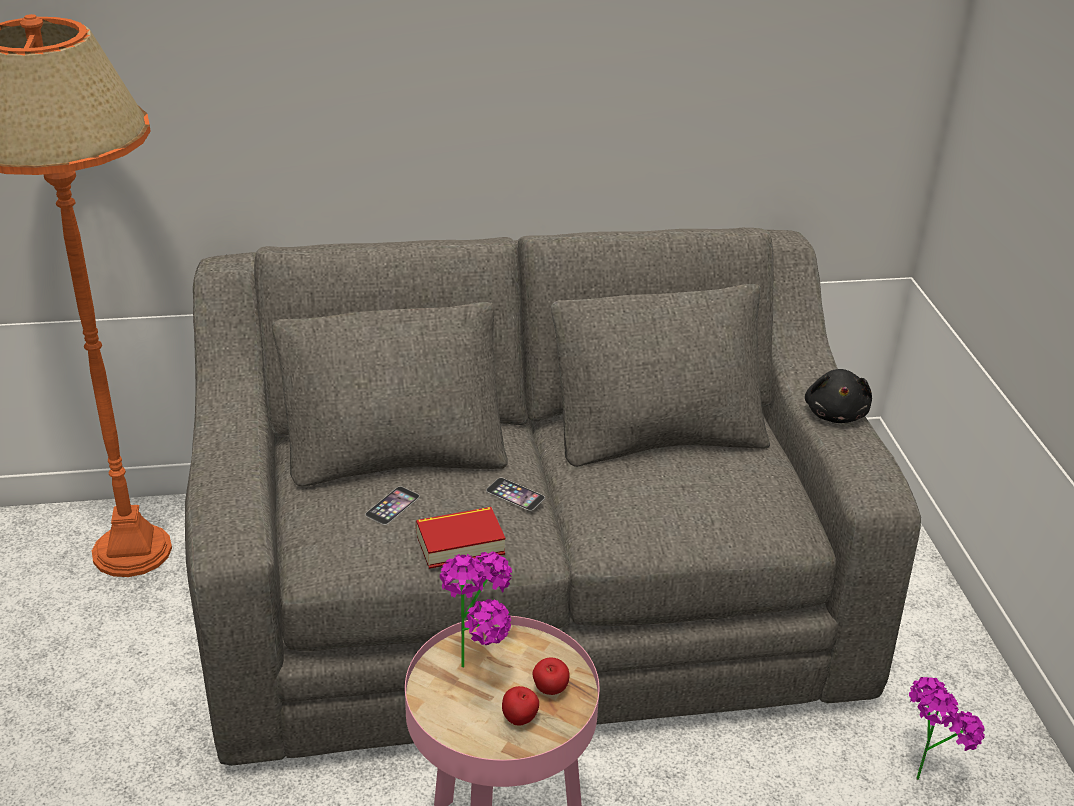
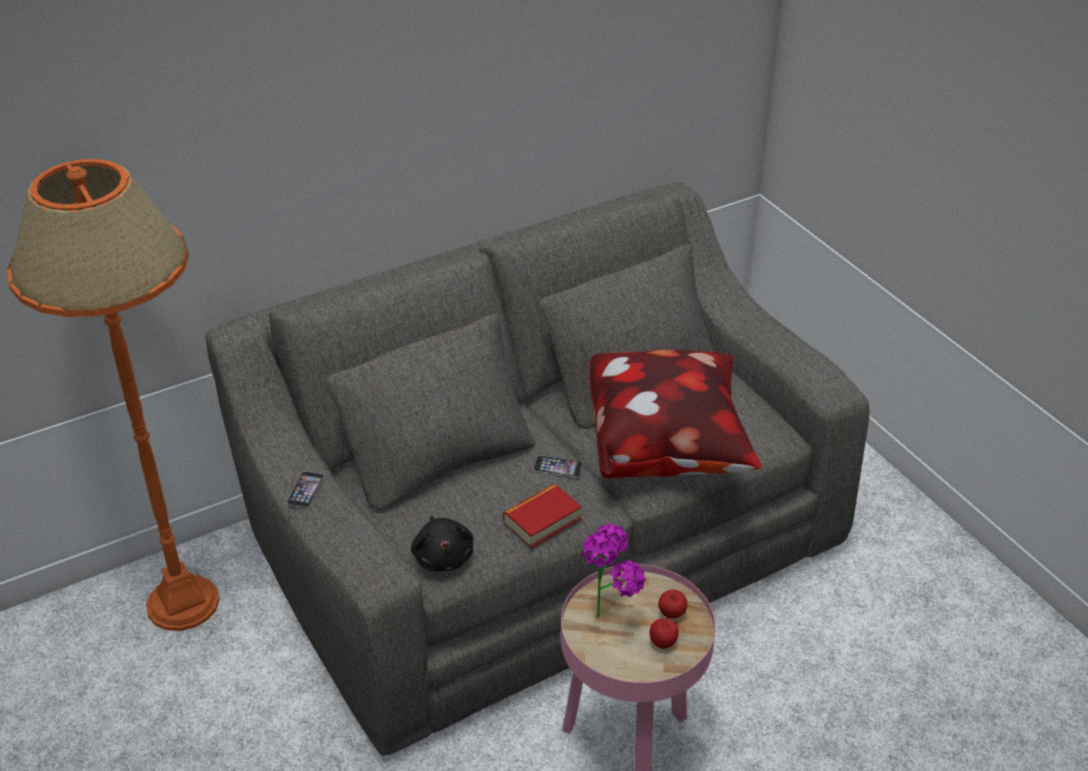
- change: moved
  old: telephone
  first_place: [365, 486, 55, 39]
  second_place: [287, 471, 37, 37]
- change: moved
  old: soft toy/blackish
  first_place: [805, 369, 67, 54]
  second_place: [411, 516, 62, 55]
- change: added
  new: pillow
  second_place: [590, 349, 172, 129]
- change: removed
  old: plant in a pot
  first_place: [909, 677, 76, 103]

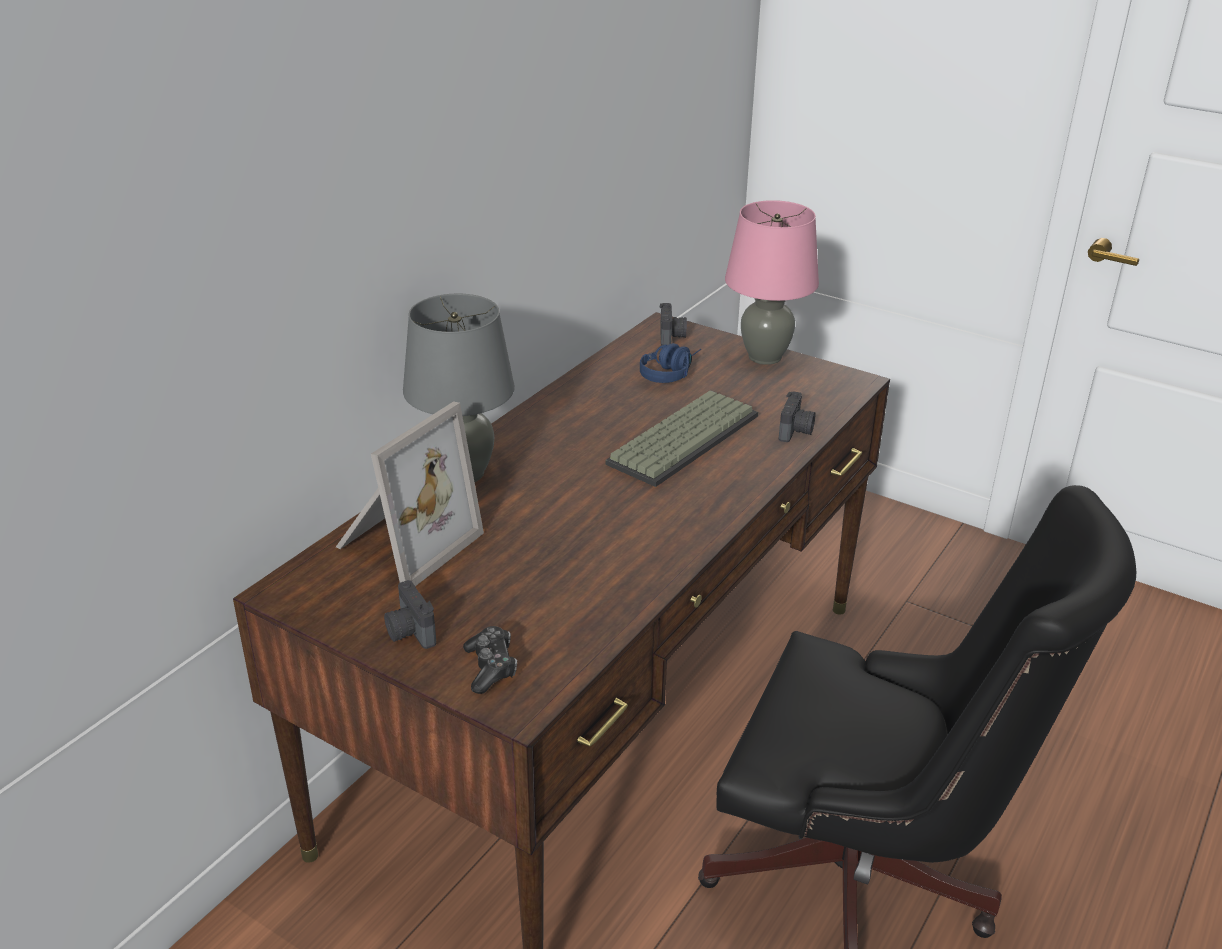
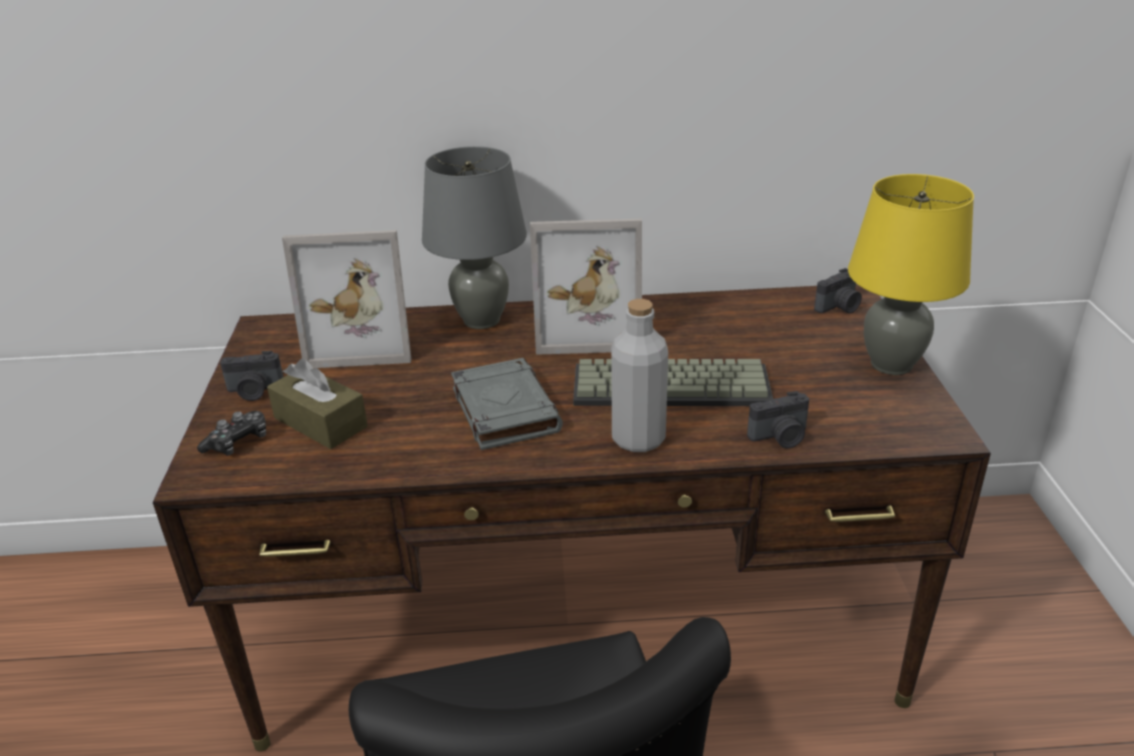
- change: turned
  old: photo camera
  first_place: [384, 580, 52, 69]
  second_place: [220, 351, 63, 50]
  degrees: -120
- change: added
  new: tissue holder/brownish
  second_place: [267, 359, 101, 90]
- change: added
  new: book/greyish
  second_place: [451, 358, 112, 92]
- change: added
  new: photo frame
  second_place: [530, 219, 112, 136]
- change: added
  new: bottle/greyish
  second_place: [611, 299, 57, 153]
- change: recoloured
  old: table lamp/pinkish
  new: table lamp/yellow-coloured
  first_place: [725, 200, 94, 165]
  second_place: [848, 174, 126, 201]
- change: removed
  old: pair of headphones/blue
  first_place: [640, 343, 61, 40]

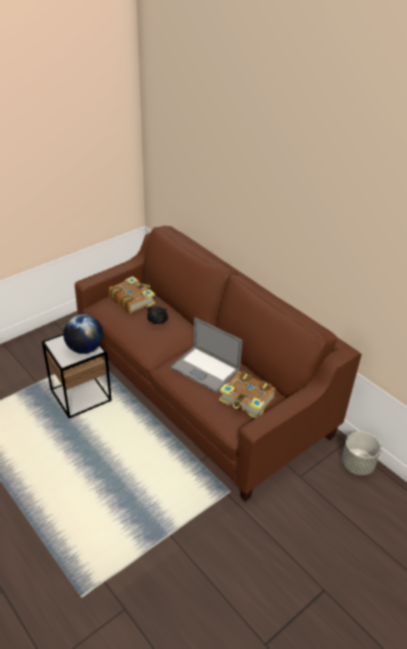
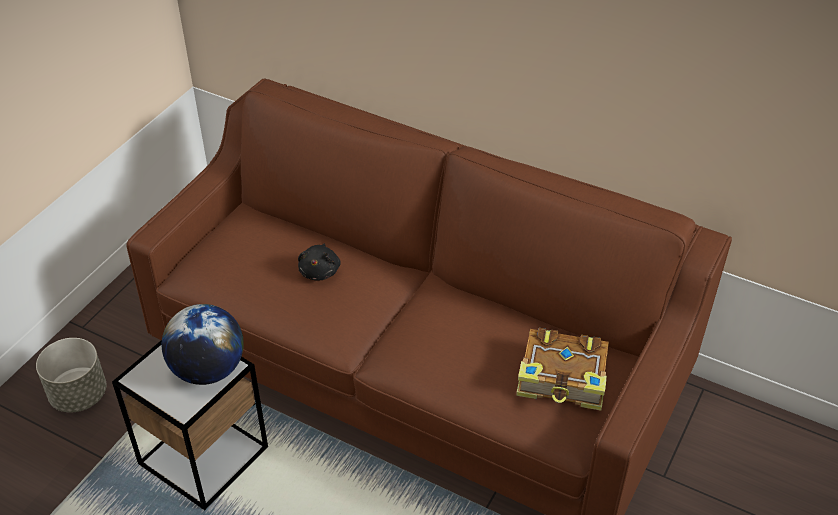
- change: moved
  old: planter/greyish
  first_place: [341, 431, 40, 44]
  second_place: [36, 338, 70, 74]
- change: removed
  old: book
  first_place: [109, 276, 46, 38]
- change: removed
  old: portable computer
  first_place: [171, 318, 71, 75]

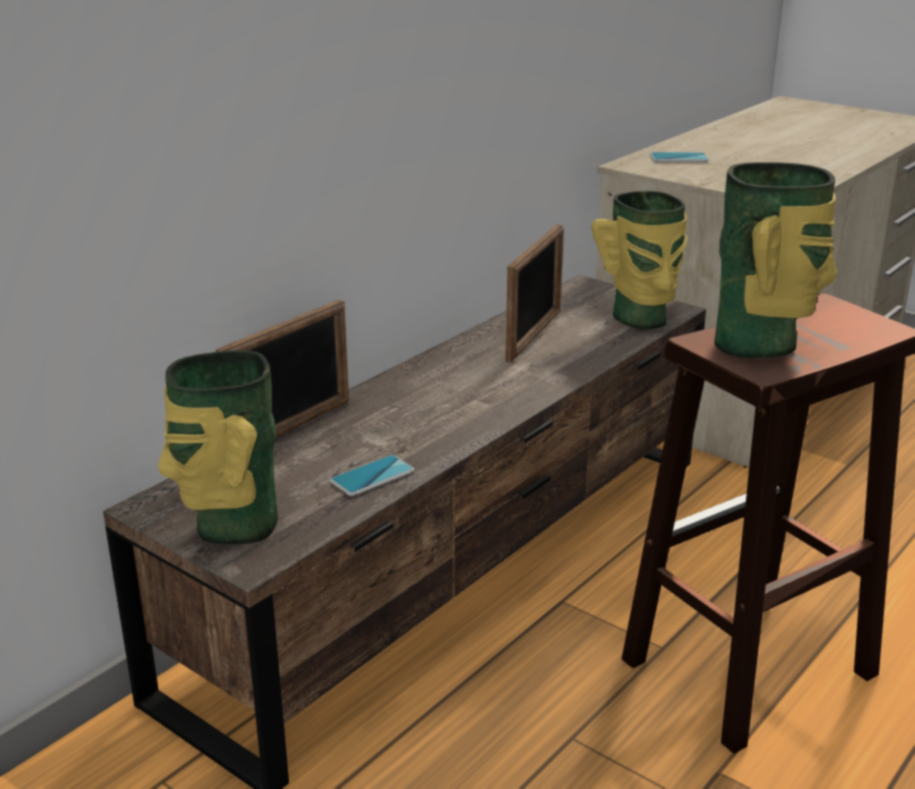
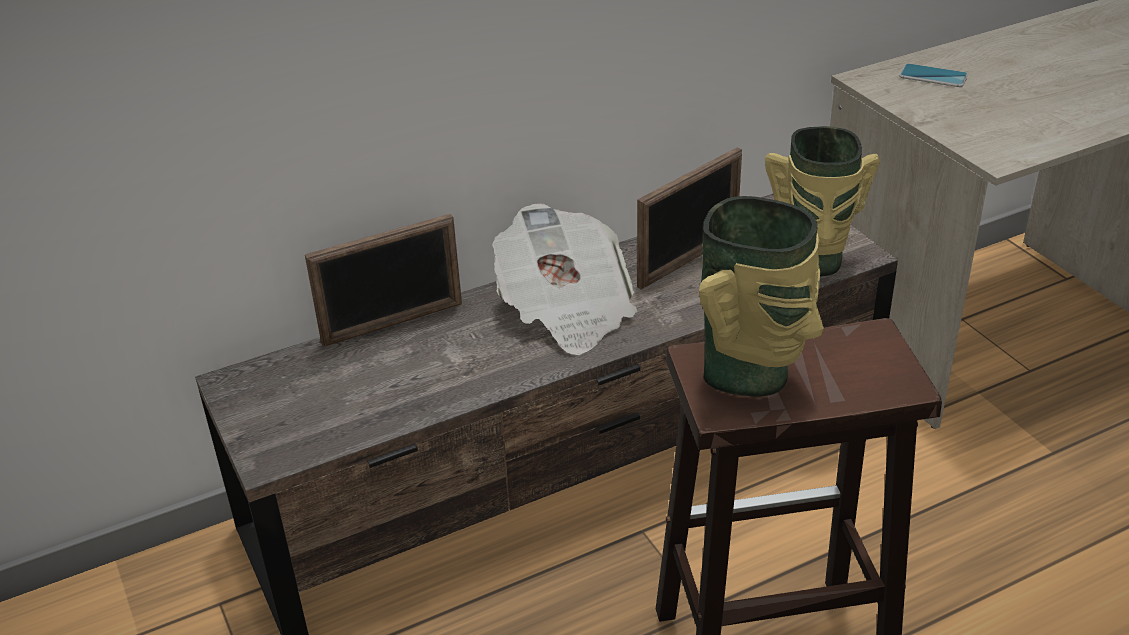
- change: added
  new: printed paper
  second_place: [493, 203, 144, 152]
- change: removed
  old: flower vase
  first_place: [158, 350, 120, 194]
- change: removed
  old: telephone
  first_place: [330, 455, 84, 41]

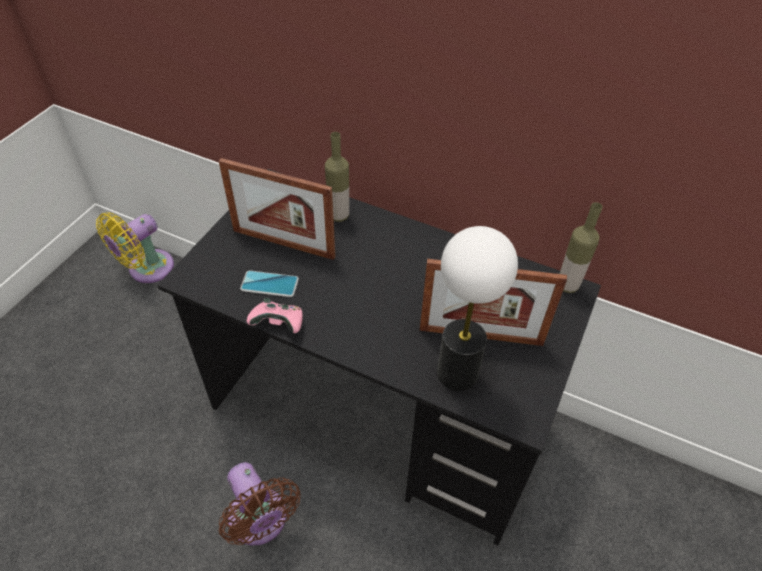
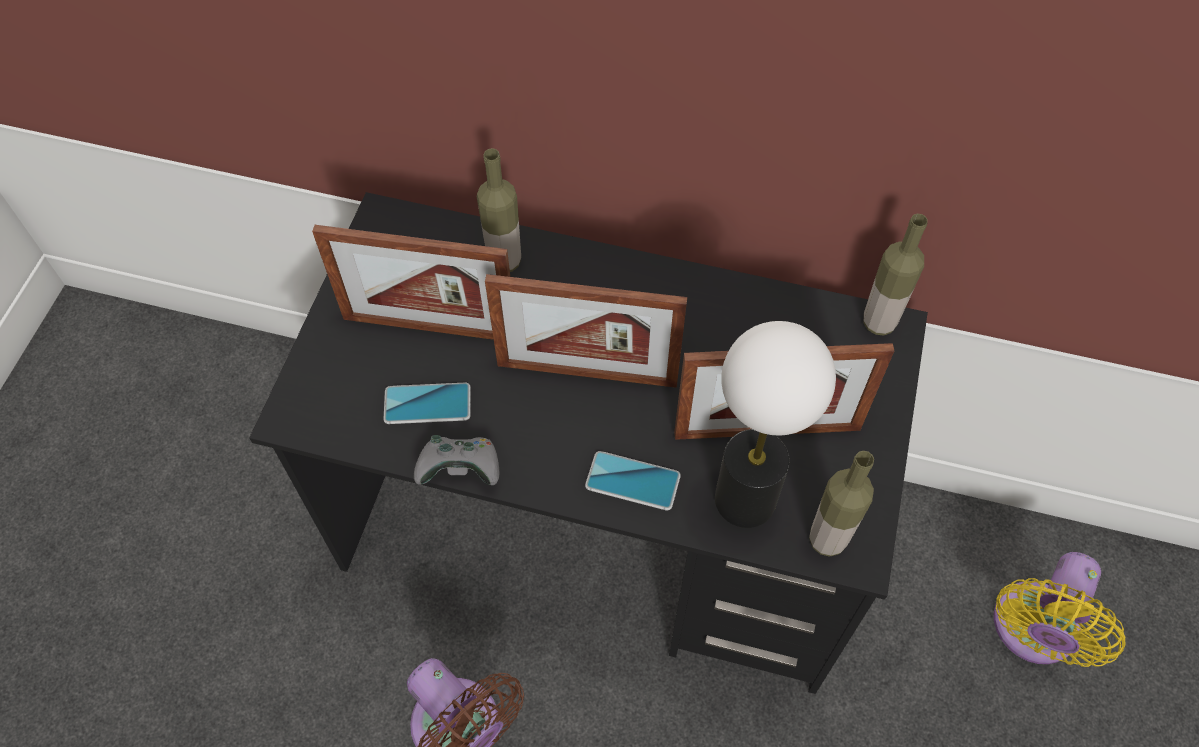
- change: recoloured
  old: joypad/pinkish
  new: joypad/greyish
  first_place: [247, 298, 56, 35]
  second_place: [414, 435, 86, 50]
- change: added
  new: photo frame
  second_place: [485, 274, 202, 114]
- change: added
  new: telephone
  second_place: [585, 451, 96, 59]
- change: added
  new: bottle
  second_place: [809, 451, 65, 106]
- change: moved
  old: electric fan/yellow-coloured
  first_place: [96, 212, 78, 71]
  second_place: [994, 552, 131, 115]

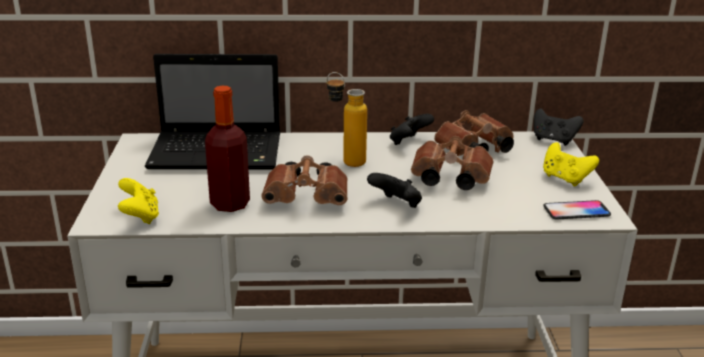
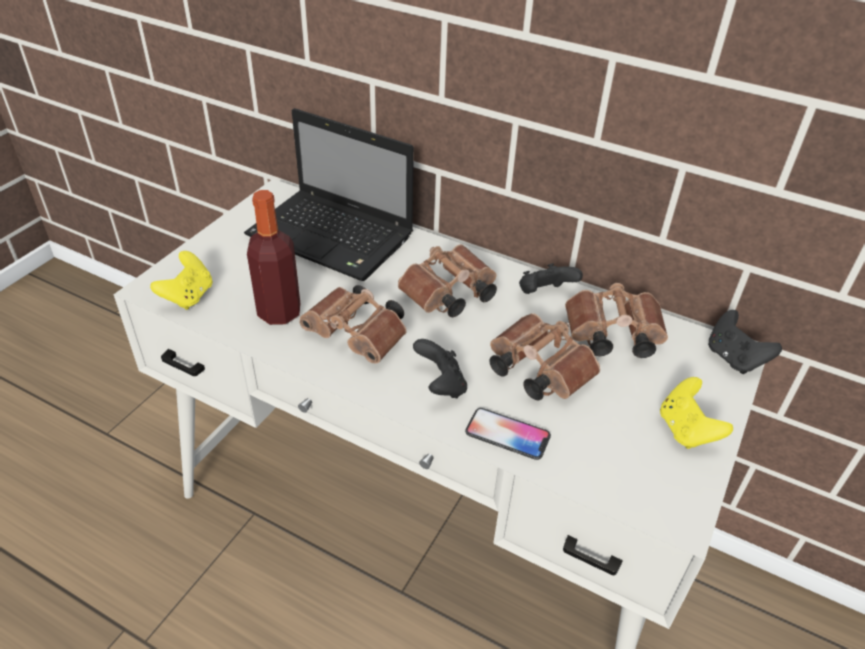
- change: replaced
  old: bottle
  new: pair of binoculars/brownish
  first_place: [327, 72, 40, 95]
  second_place: [398, 244, 99, 73]
- change: moved
  old: telephone
  first_place: [543, 200, 68, 20]
  second_place: [465, 408, 86, 52]

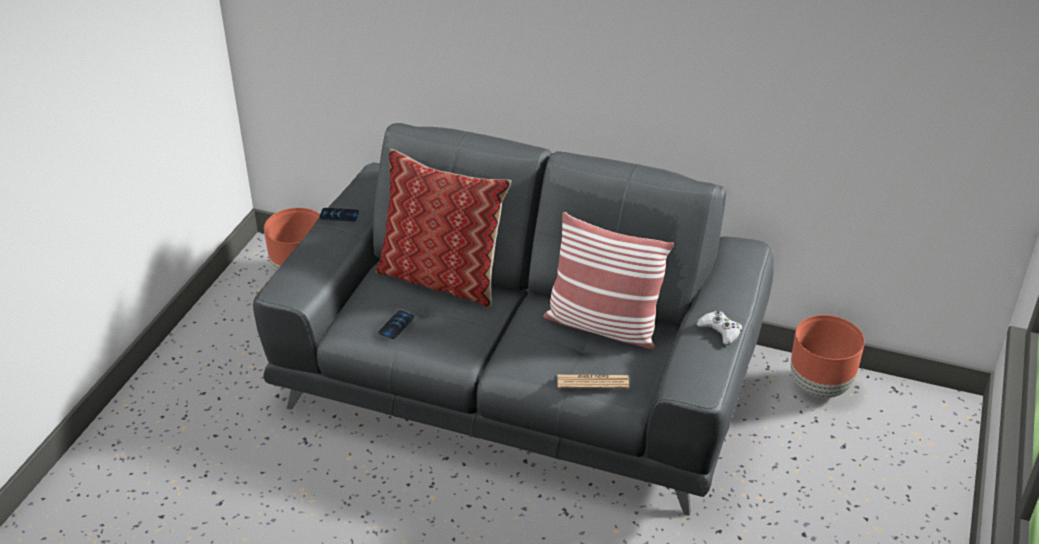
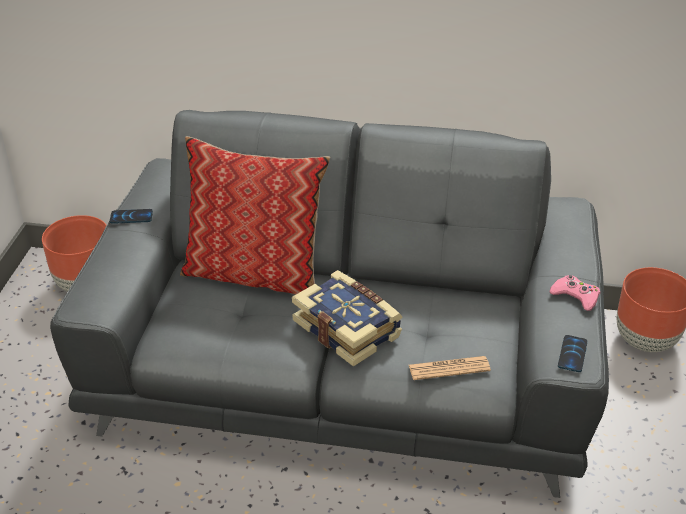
- change: added
  new: book
  second_place: [292, 270, 110, 97]
- change: recoloured
  old: joypad/whitish
  new: joypad/pinkish
  first_place: [696, 311, 46, 34]
  second_place: [550, 275, 50, 36]
- change: moved
  old: telephone
  first_place: [378, 310, 36, 29]
  second_place: [558, 335, 30, 37]
- change: removed
  old: pillow
  first_place: [543, 212, 131, 137]

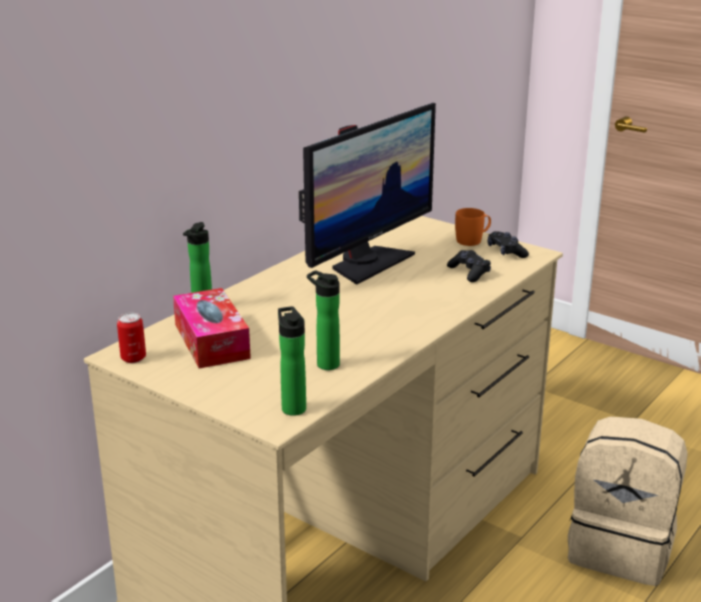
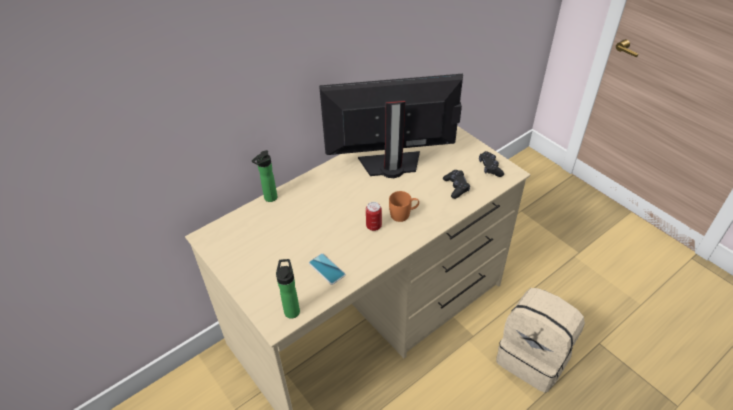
- change: replaced
  old: bottle
  new: telephone
  first_place: [307, 270, 33, 100]
  second_place: [309, 253, 37, 32]
- change: turned
  old: computer display
  first_place: [299, 103, 137, 182]
  second_place: [319, 74, 144, 104]
  degrees: -150
- change: moved
  old: can
  first_place: [117, 313, 29, 50]
  second_place: [366, 202, 16, 29]
- change: moved
  old: coffee mug/orange-coloured
  first_place: [455, 208, 36, 38]
  second_place: [389, 191, 30, 31]
- change: removed
  old: tissue holder
  first_place: [173, 288, 78, 80]

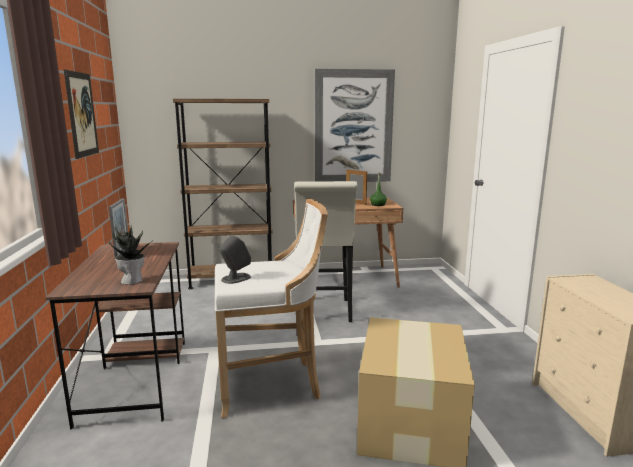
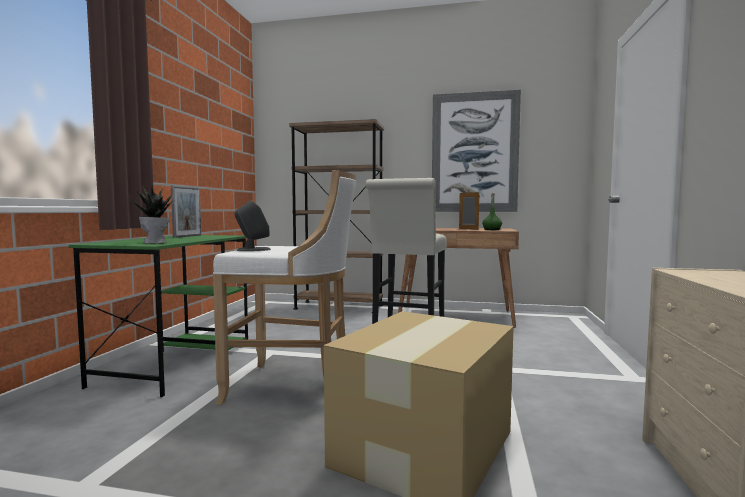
- change: recoloured
  old: desk/brownish
  new: desk/green-coloured
  first_place: [45, 242, 140, 187]
  second_place: [69, 235, 179, 162]
- change: removed
  old: wall picture
  first_place: [64, 69, 35, 90]

